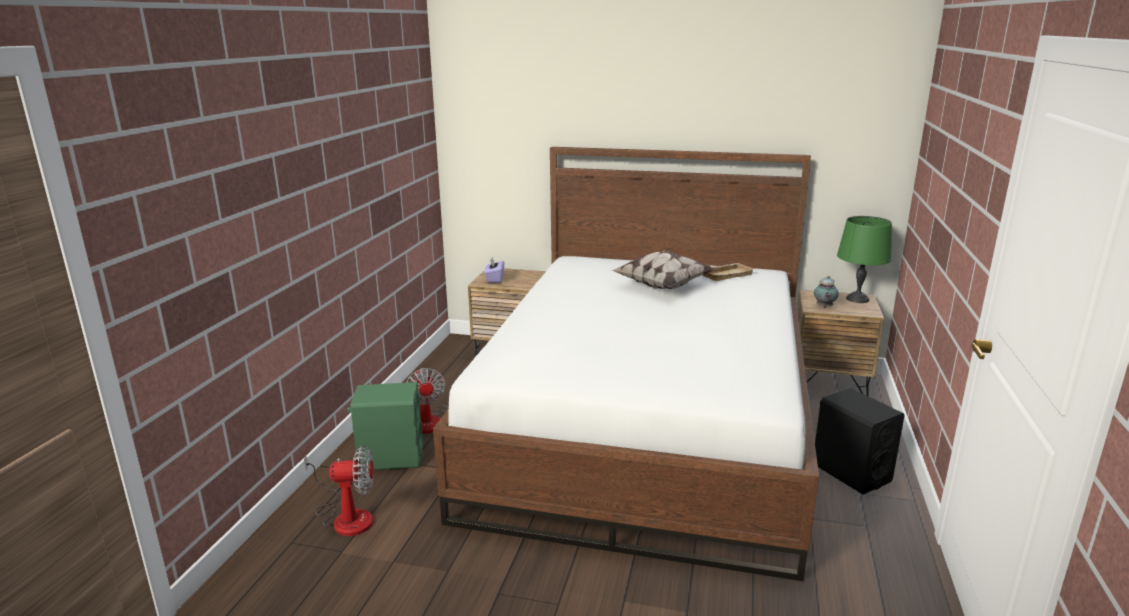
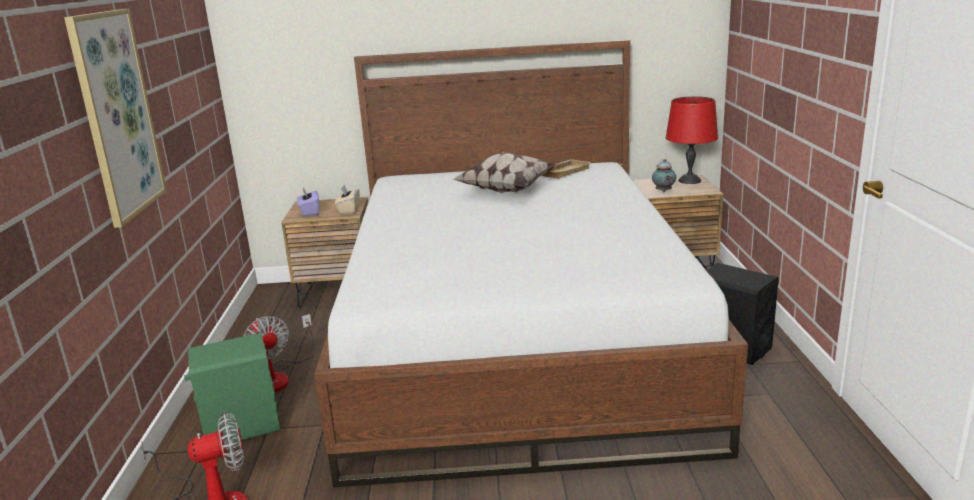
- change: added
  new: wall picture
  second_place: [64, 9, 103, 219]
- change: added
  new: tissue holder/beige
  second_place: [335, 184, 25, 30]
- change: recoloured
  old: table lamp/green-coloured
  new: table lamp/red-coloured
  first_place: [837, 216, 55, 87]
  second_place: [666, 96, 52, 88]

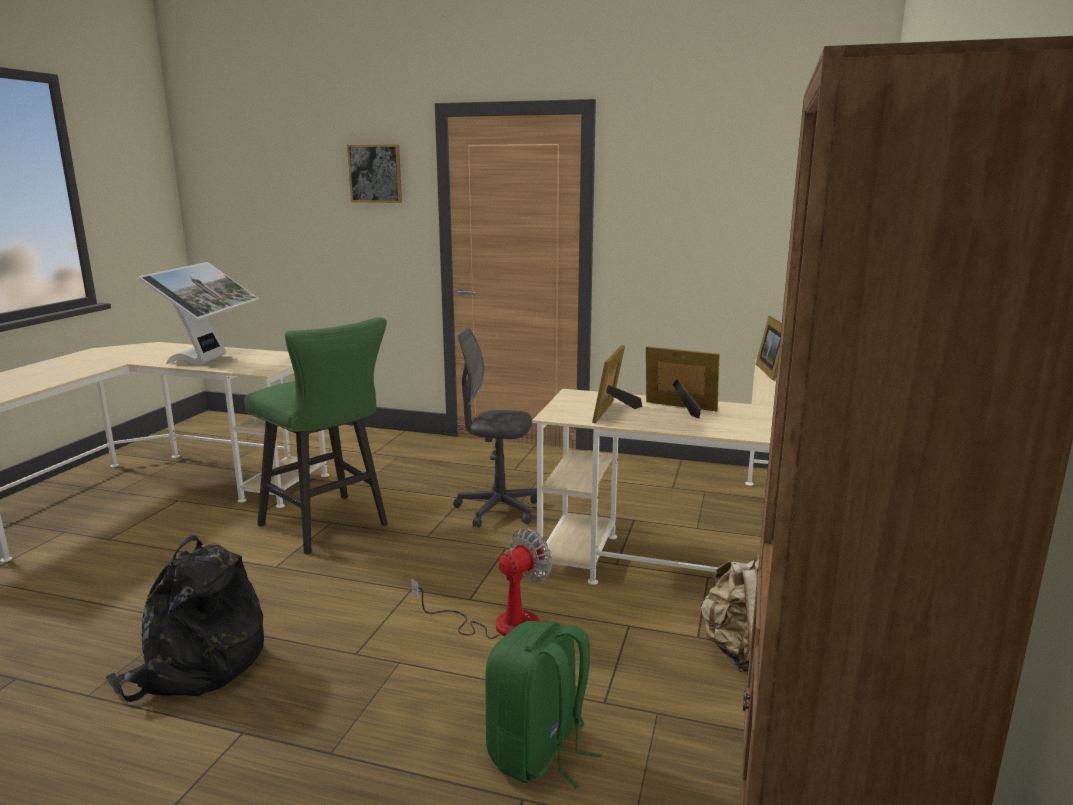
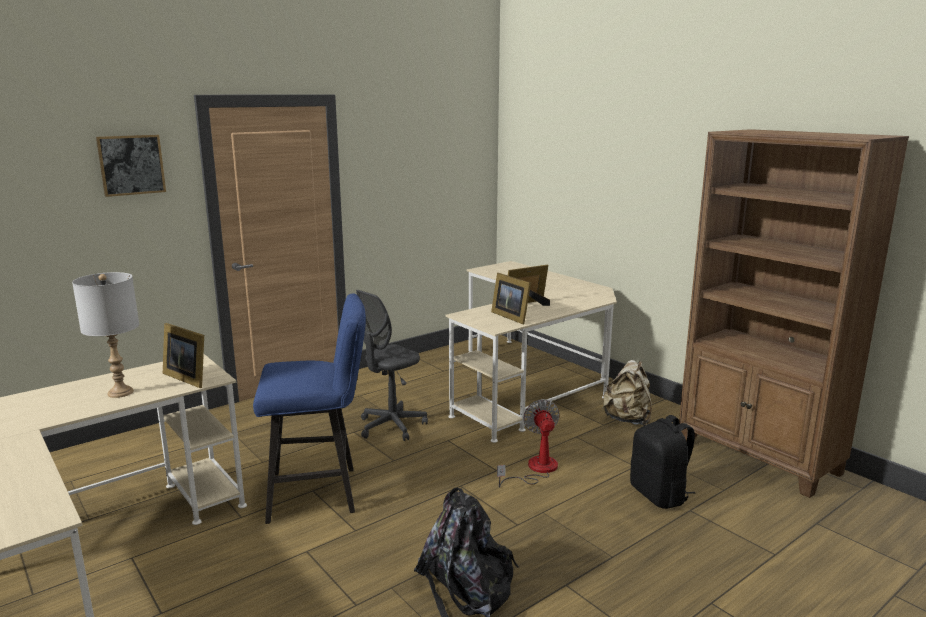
- change: replaced
  old: computer display
  new: table lamp/greyish
  first_place: [138, 262, 121, 104]
  second_place: [72, 272, 67, 126]
- change: moved
  old: photo frame
  first_place: [756, 316, 26, 65]
  second_place: [163, 323, 41, 65]
- change: recoloured
  old: sitting stool/green-coloured
  new: sitting stool/blue
  first_place: [244, 317, 144, 238]
  second_place: [253, 293, 113, 231]
- change: recoloured
  old: backpack/green-coloured
  new: backpack/blackish
  first_place: [485, 621, 117, 168]
  second_place: [630, 415, 65, 94]

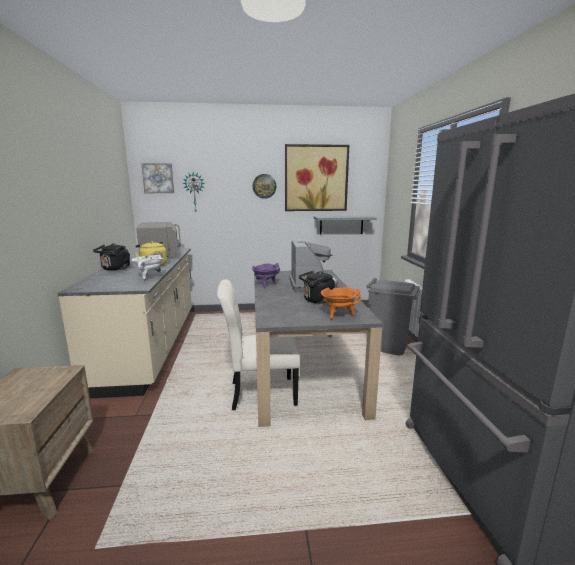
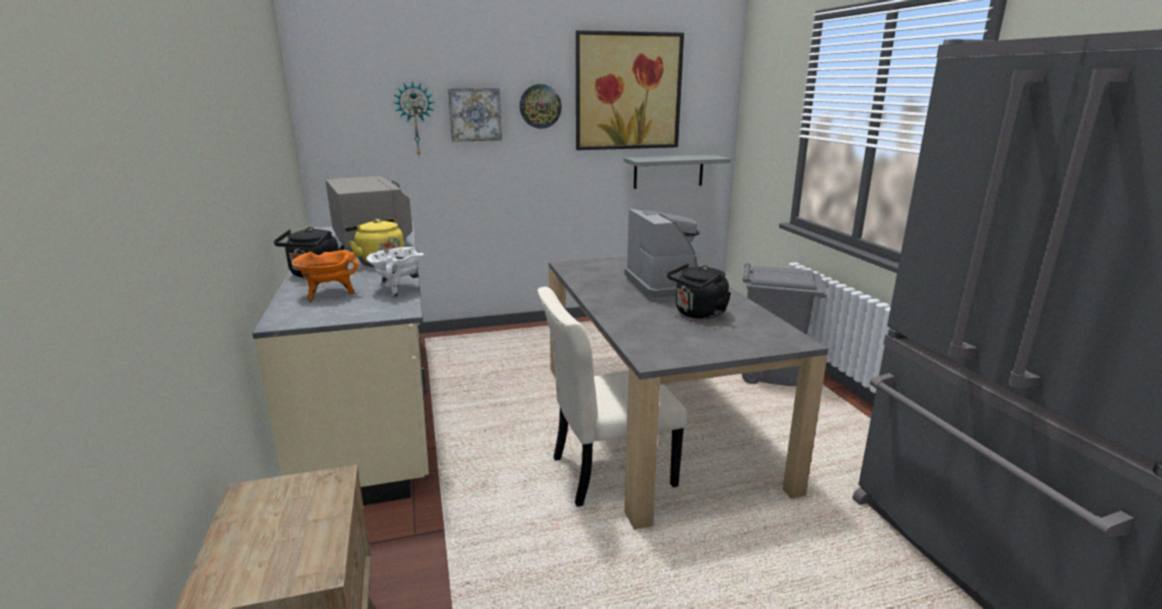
- change: moved
  old: cooking pot/orange-coloured
  first_place: [321, 287, 40, 32]
  second_place: [292, 250, 66, 50]
- change: moved
  old: wall picture
  first_place: [141, 163, 33, 30]
  second_place: [448, 88, 54, 54]
- change: removed
  old: cooking pot/purple
  first_place: [252, 263, 28, 25]

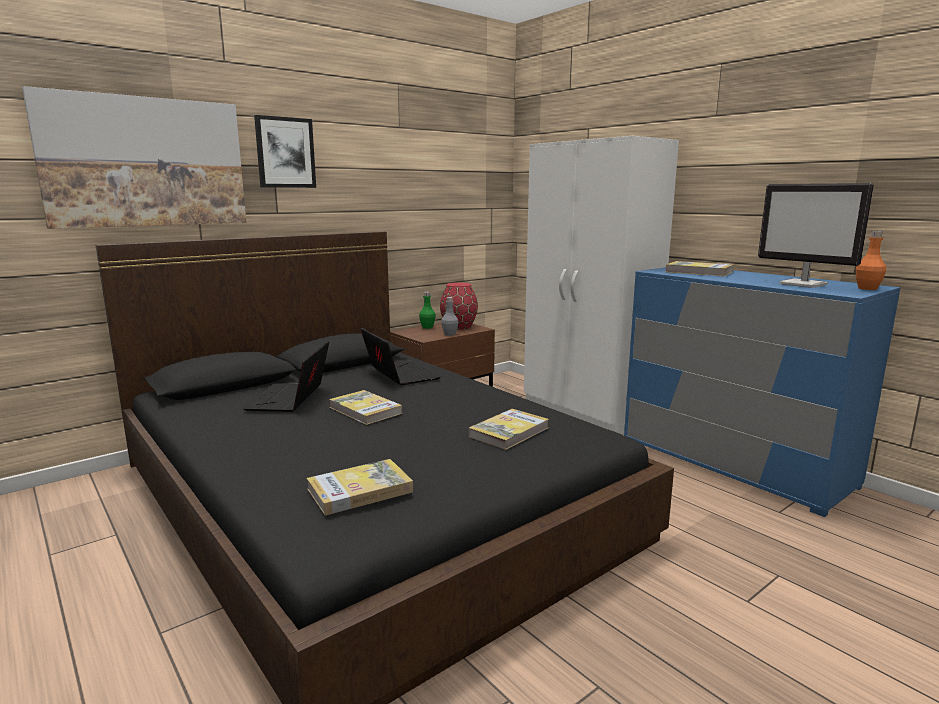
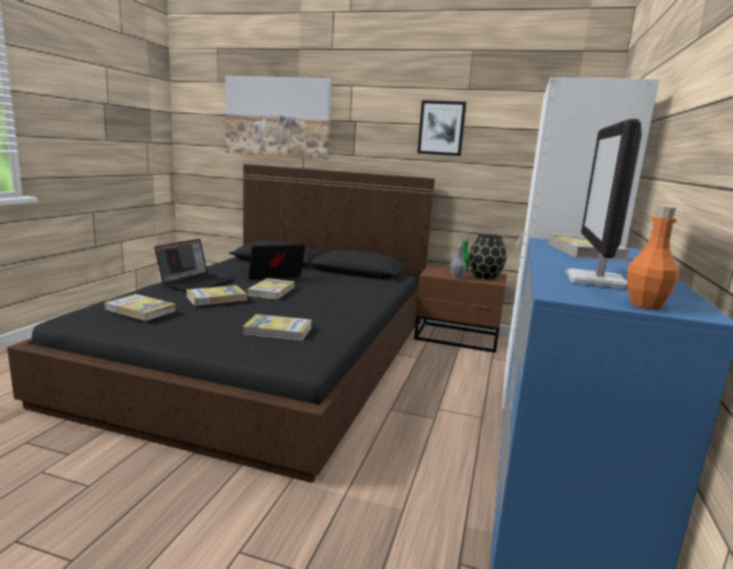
- change: moved
  old: portable computer
  first_place: [360, 328, 81, 57]
  second_place: [154, 239, 80, 52]
- change: added
  new: book
  second_place: [186, 285, 61, 21]
- change: moved
  old: wall picture
  first_place: [254, 115, 62, 73]
  second_place: [417, 100, 49, 56]
- change: recoloured
  old: flower vase/red-coloured
  new: flower vase/blackish
  first_place: [440, 283, 38, 47]
  second_place: [469, 234, 37, 45]

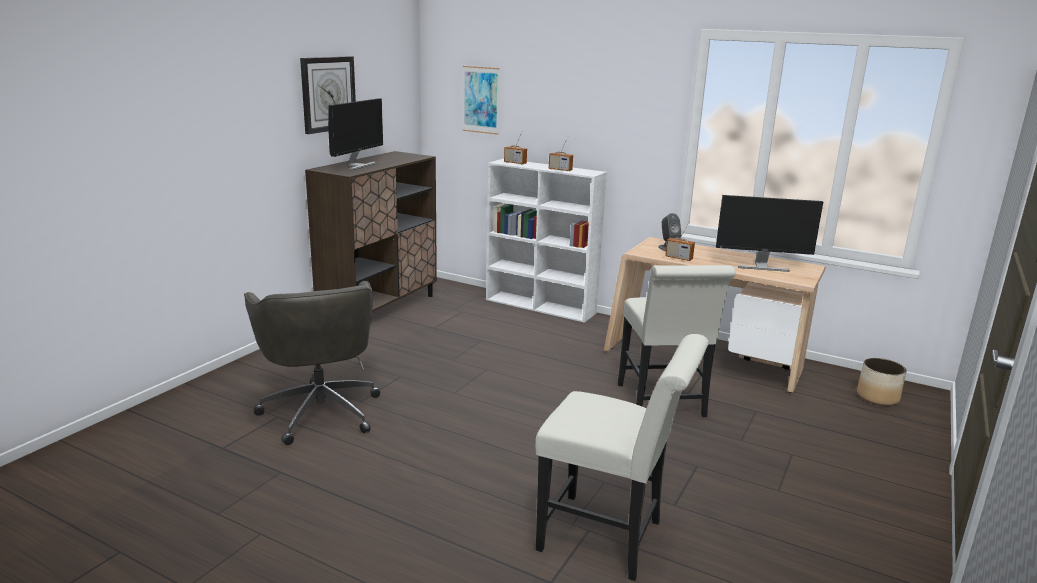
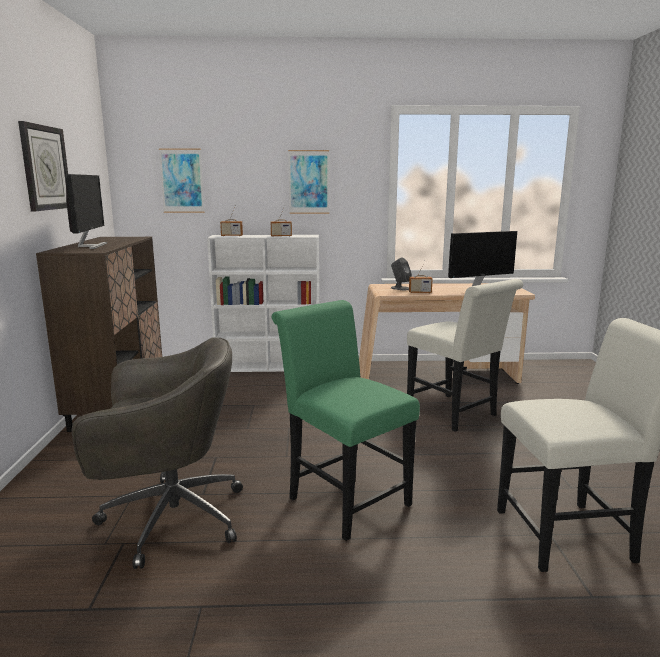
- change: turned
  old: computer chair/greyish
  first_place: [244, 281, 136, 164]
  second_place: [72, 337, 171, 232]
  degrees: -45
- change: added
  new: chair/green-coloured
  second_place: [272, 300, 148, 241]
- change: added
  new: wall picture
  second_place: [288, 150, 41, 64]
- change: removed
  old: planter
  first_place: [857, 358, 50, 47]

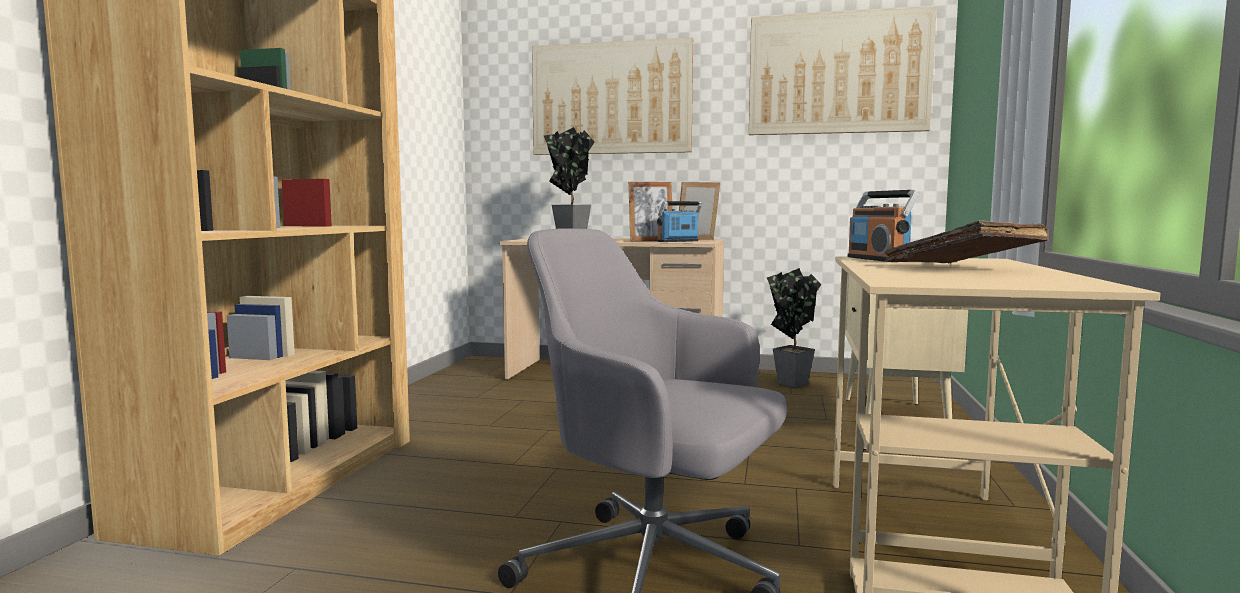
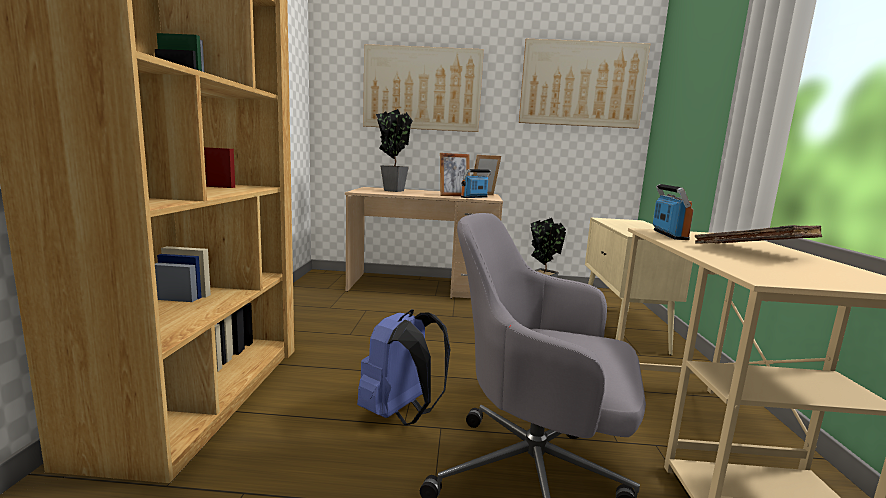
- change: added
  new: backpack/blue
  second_place: [357, 309, 93, 116]
- change: turned
  old: radio set
  first_place: [848, 190, 71, 72]
  second_place: [653, 184, 41, 56]
  degrees: -150

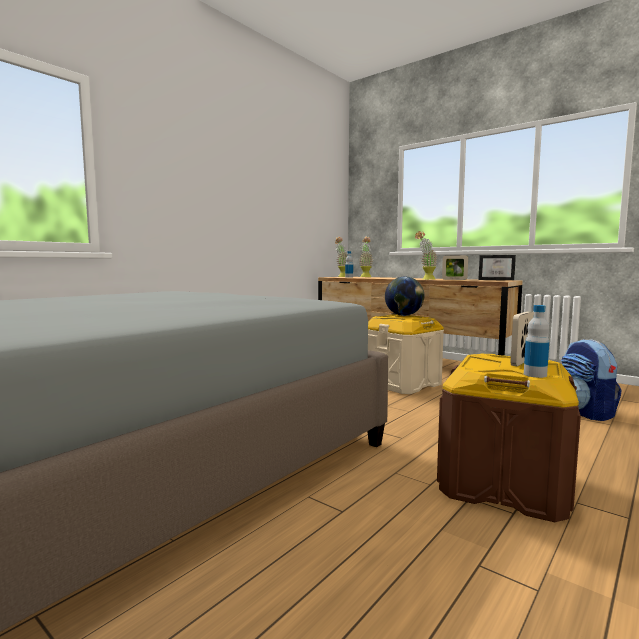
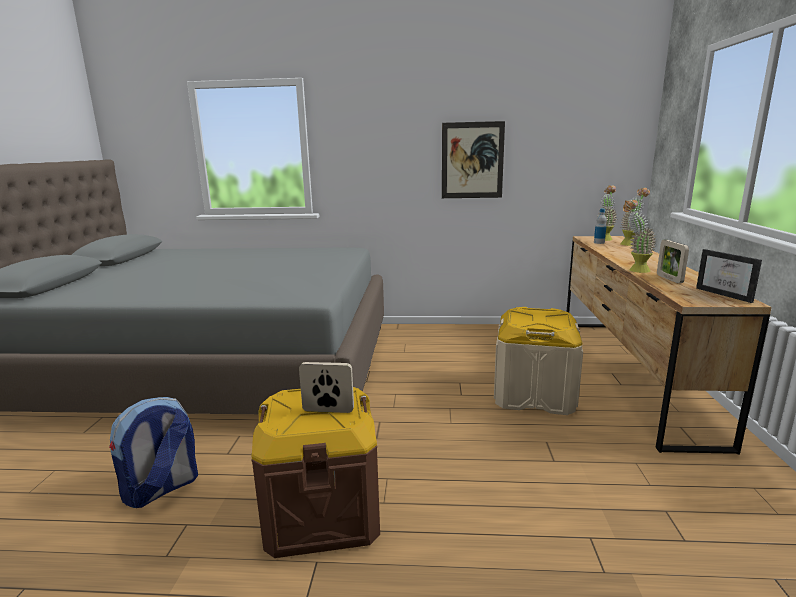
- change: moved
  old: backpack
  first_place: [561, 339, 61, 82]
  second_place: [109, 397, 89, 111]
- change: added
  new: wall picture
  second_place: [442, 121, 63, 77]
- change: removed
  old: desk globe
  first_place: [385, 276, 39, 40]
- change: removed
  old: bottle
  first_place: [524, 305, 25, 73]

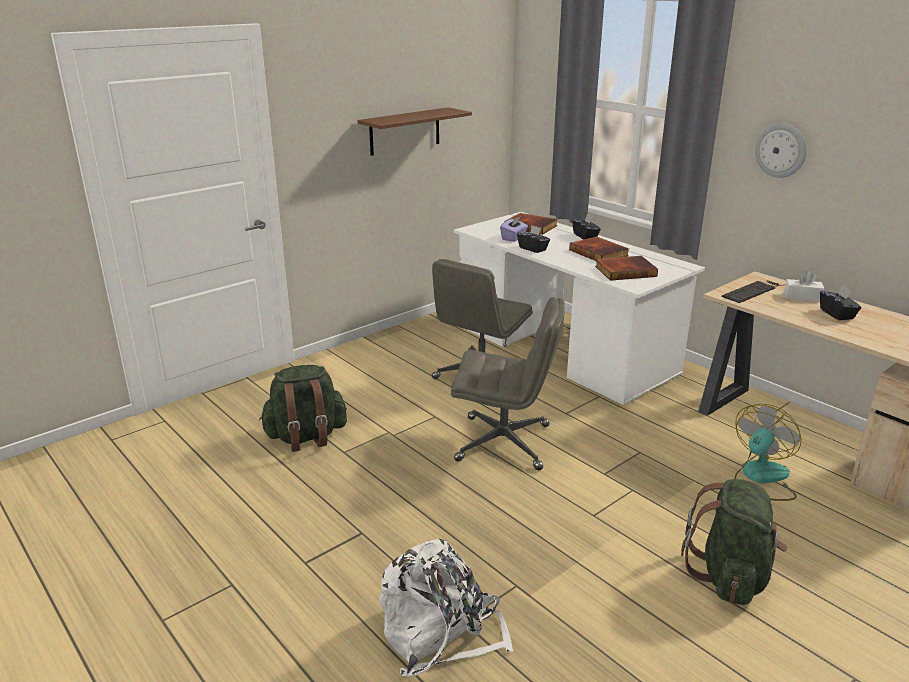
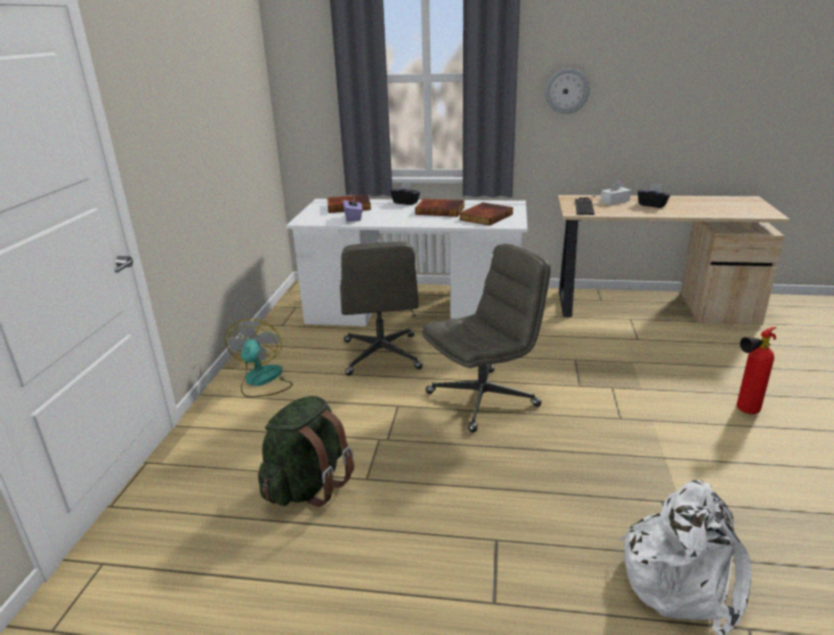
- change: moved
  old: electric fan
  first_place: [735, 404, 67, 97]
  second_place: [225, 318, 68, 79]
- change: replaced
  old: backpack/green-coloured
  new: extinguisher
  first_place: [681, 479, 107, 126]
  second_place: [737, 327, 40, 87]
- change: removed
  old: wall shelf/brownish
  first_place: [358, 107, 114, 49]
- change: removed
  old: tissue holder/blackish
  first_place: [517, 225, 33, 28]

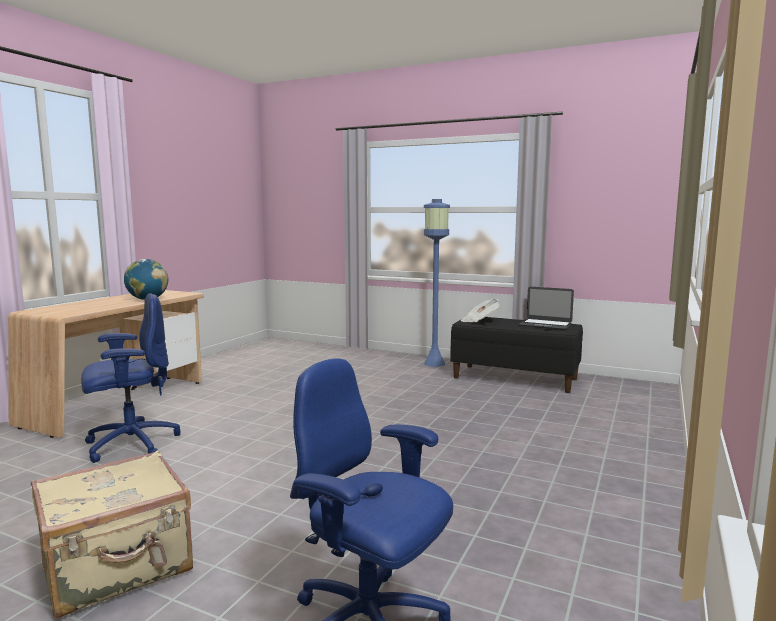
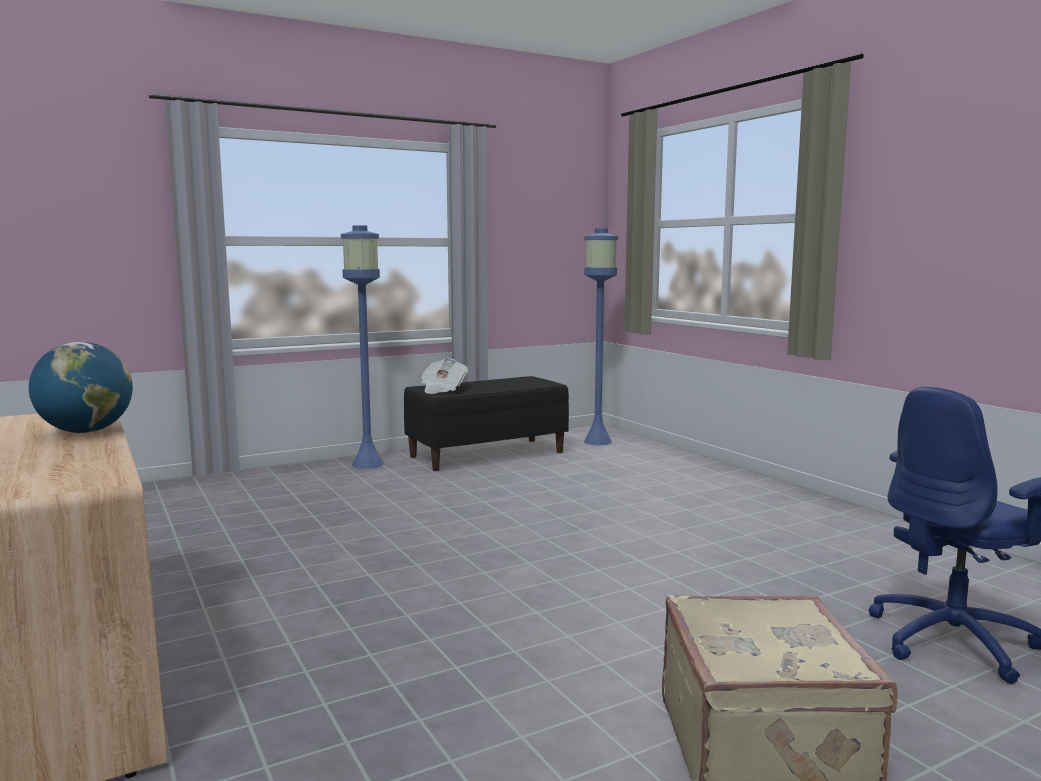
- change: added
  new: standing lamp/blue
  second_place: [584, 228, 34, 217]
- change: removed
  old: computer chair/blue
  first_place: [81, 293, 99, 170]
- change: removed
  old: portable computer
  first_place: [519, 287, 55, 43]

